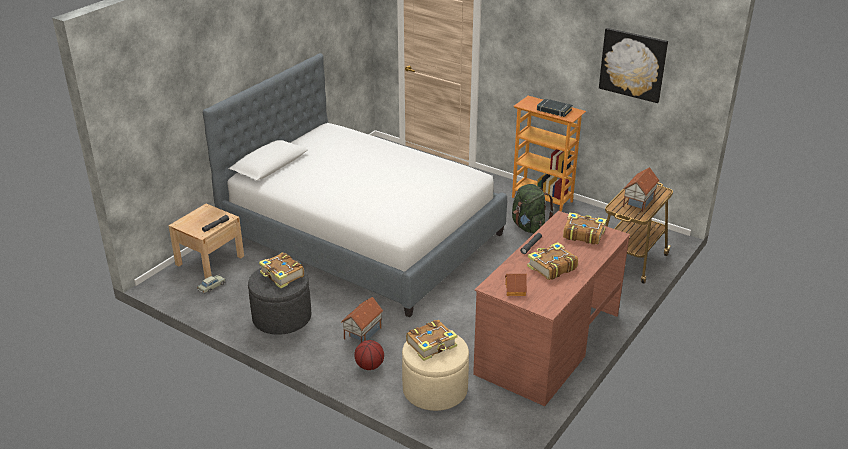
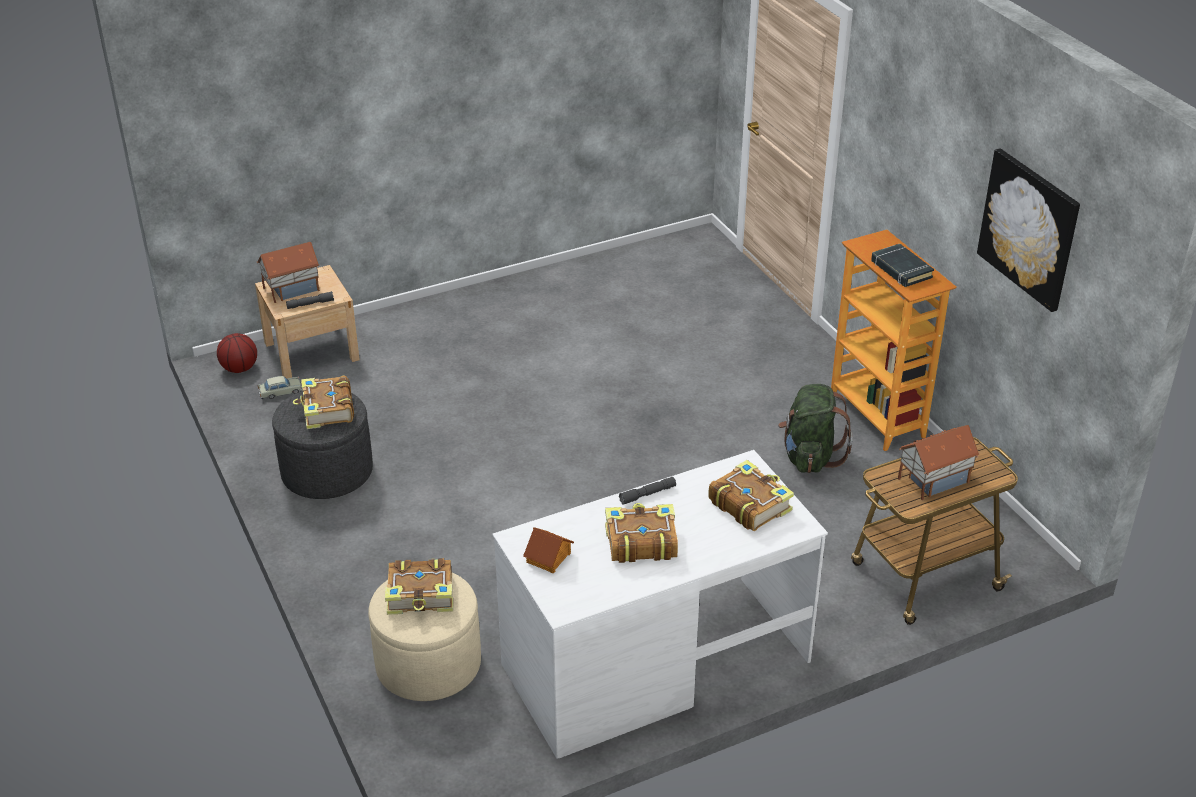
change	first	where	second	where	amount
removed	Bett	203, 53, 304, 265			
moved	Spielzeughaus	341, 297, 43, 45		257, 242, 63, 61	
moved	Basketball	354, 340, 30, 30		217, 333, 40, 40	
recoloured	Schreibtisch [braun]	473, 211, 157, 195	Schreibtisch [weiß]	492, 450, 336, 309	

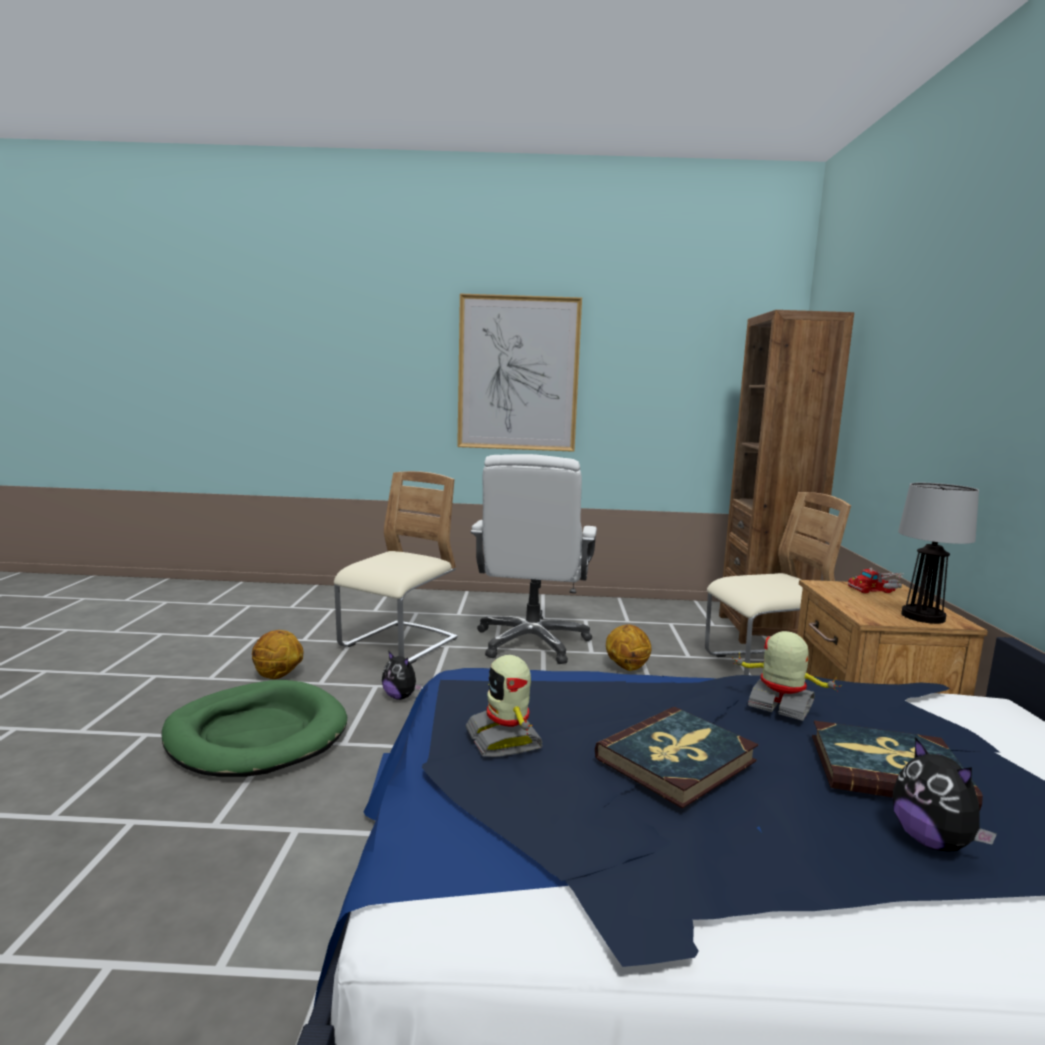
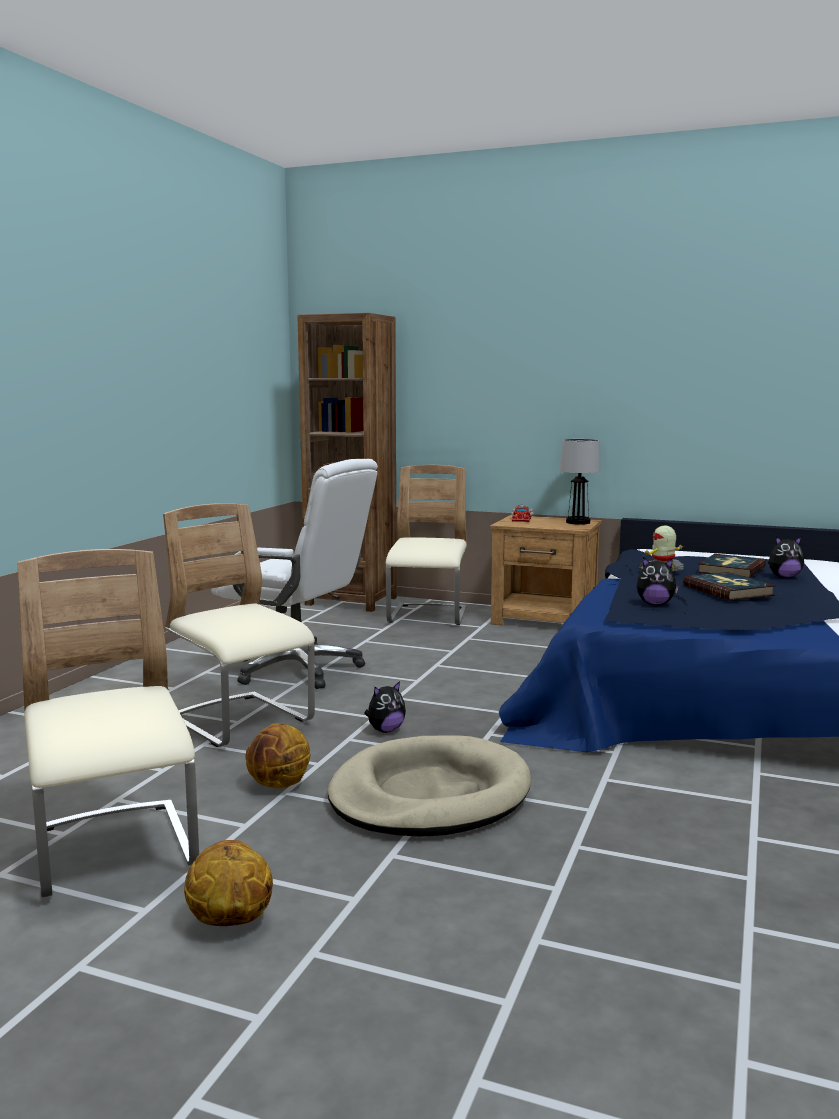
change	first	where	second	where	amount
removed	Bild	457, 294, 125, 158			
removed	Spielzeugroboter	466, 655, 77, 102			
added			Stuhl [beige]	17, 549, 182, 349	
added			Plüschtier	637, 557, 42, 48	
moved	Basketball	606, 624, 45, 47		184, 840, 89, 86	
recoloured	Hundebett [grün]	161, 680, 186, 97	Hundebett [beige]	328, 735, 203, 102	

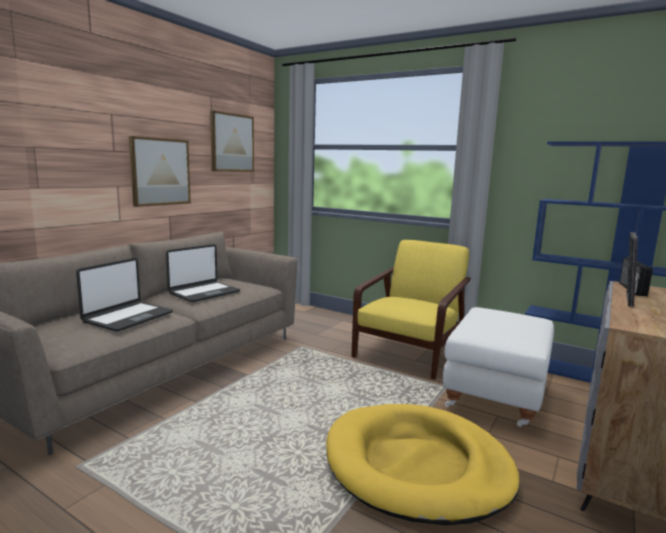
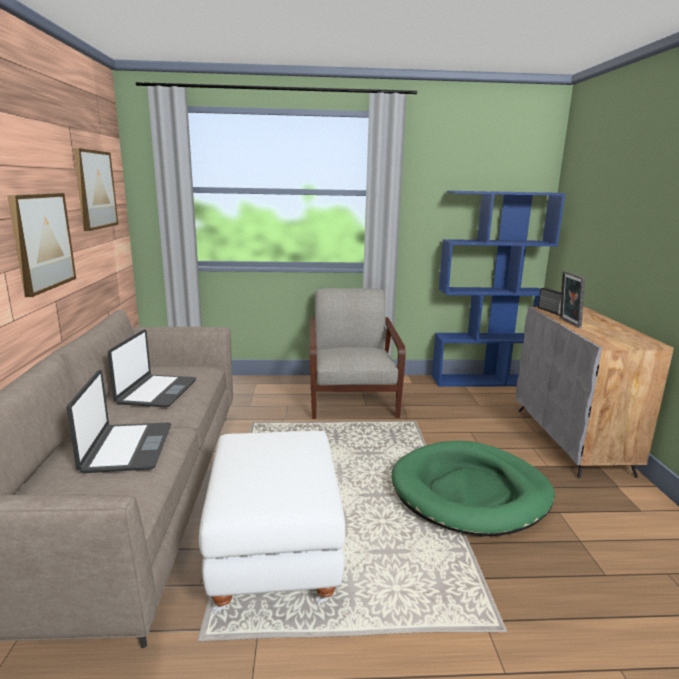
change	first	where	second	where	amount
moved	Polsterhocker [weiß]	443, 307, 111, 119		199, 431, 146, 183	
recoloured	Hundebett [gelb]	326, 404, 194, 121	Hundebett [grün]	392, 441, 163, 95	
recoloured	Sessel [gelb]	351, 240, 120, 139	Sessel [grau]	310, 288, 96, 131	

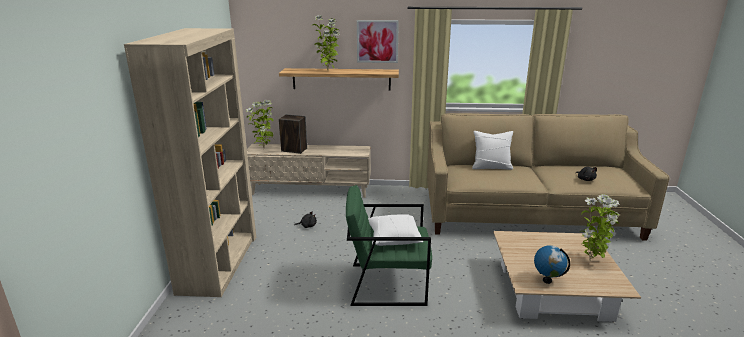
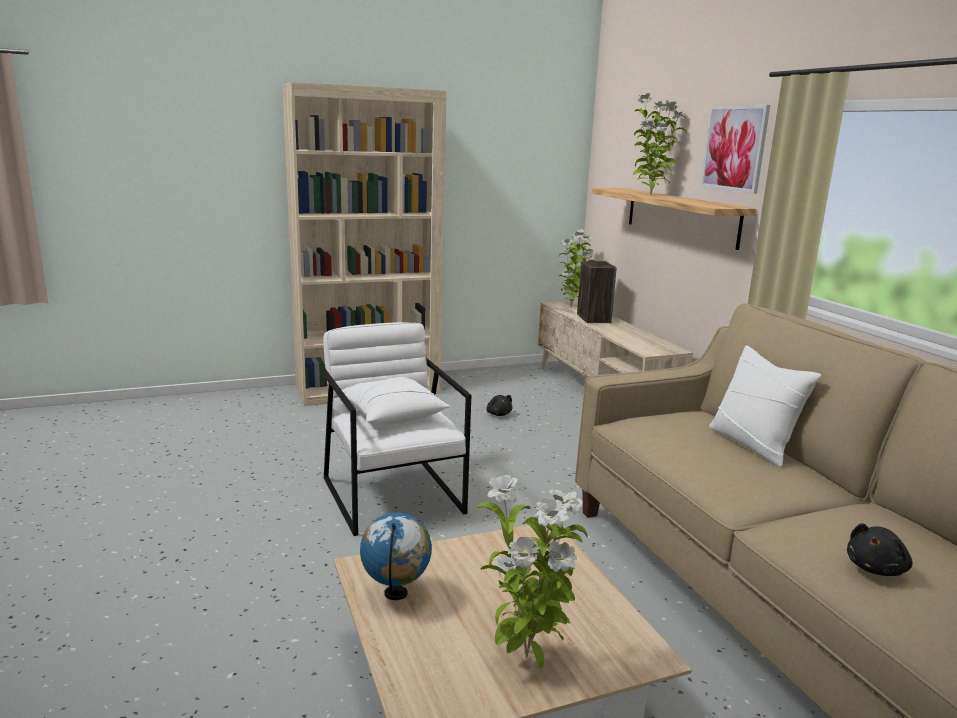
change	first	where	second	where	amount
recoloured	Sessel [grün]	346, 185, 86, 121	Sessel [weiß]	319, 322, 152, 214	

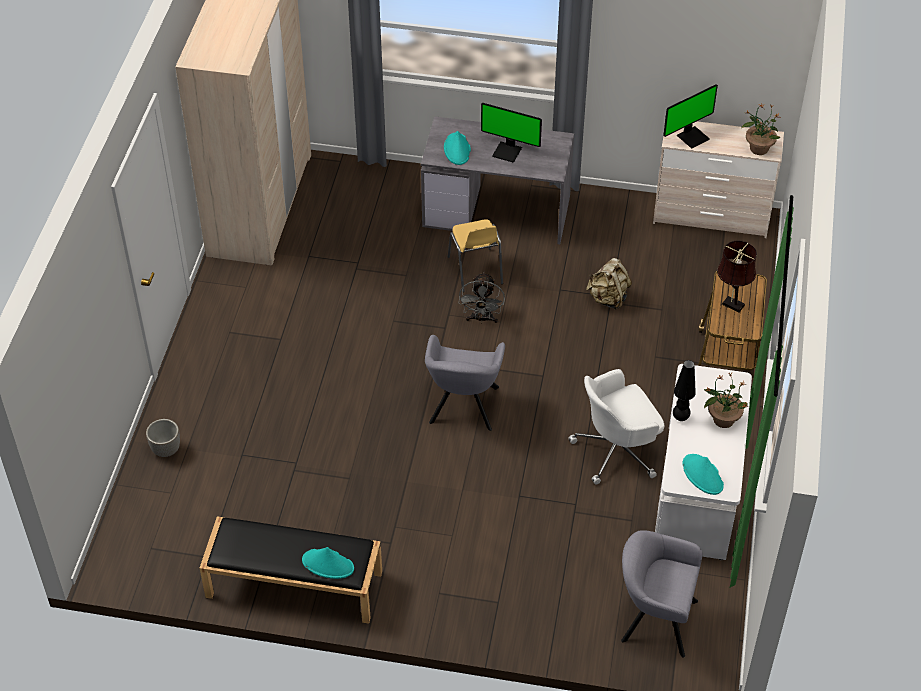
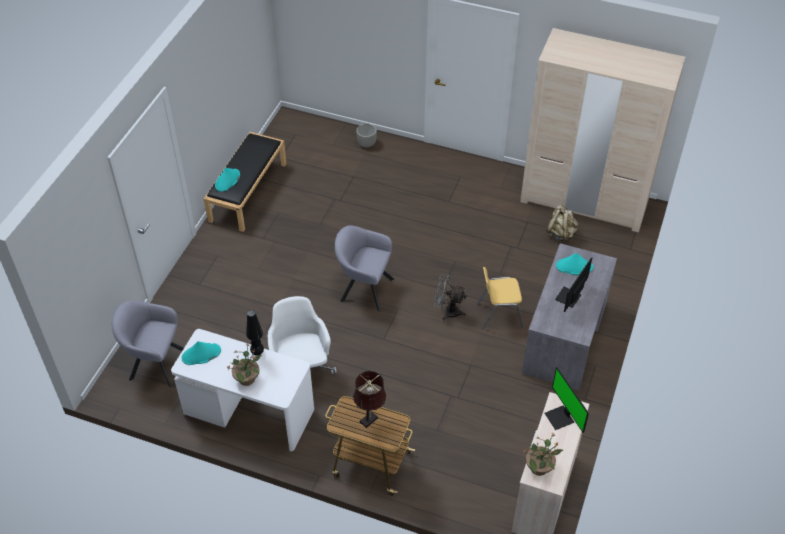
change	first	where	second	where	amount
moved	Rucksack [beige]	586, 258, 46, 52		546, 205, 33, 37	
turned	Sessel [grau]	621, 530, 82, 128		112, 300, 72, 88	105 degrees counterclockwise

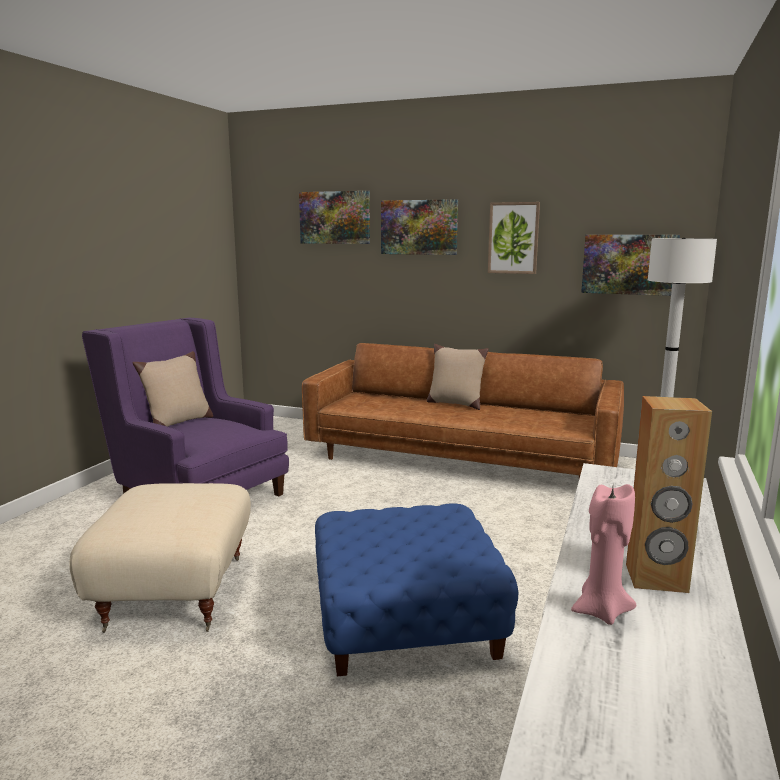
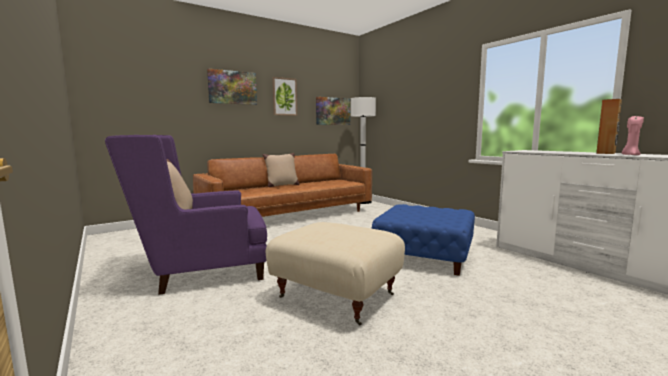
change	first	where	second	where	amount
removed	Bild	299, 191, 71, 53			

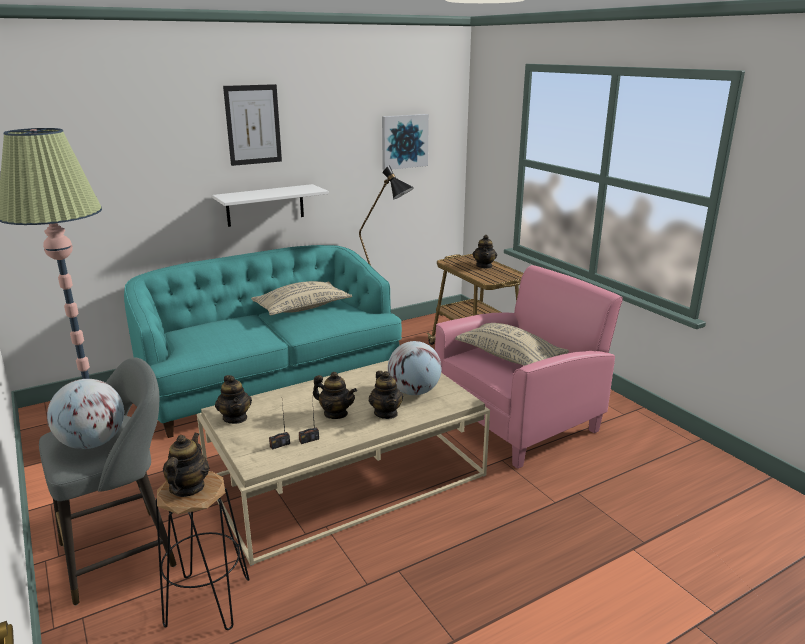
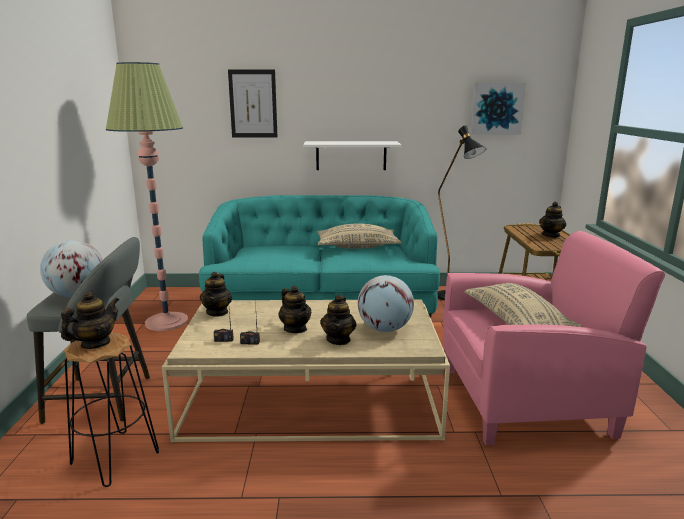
change	first	where	second	where	amount
moved	Bild	223, 84, 59, 82		228, 70, 49, 67	

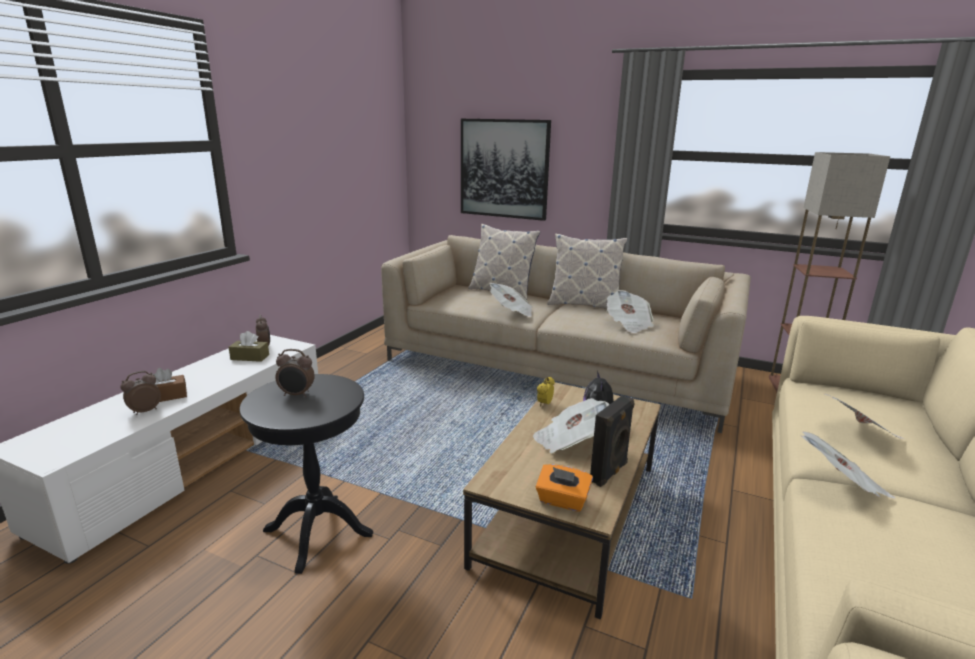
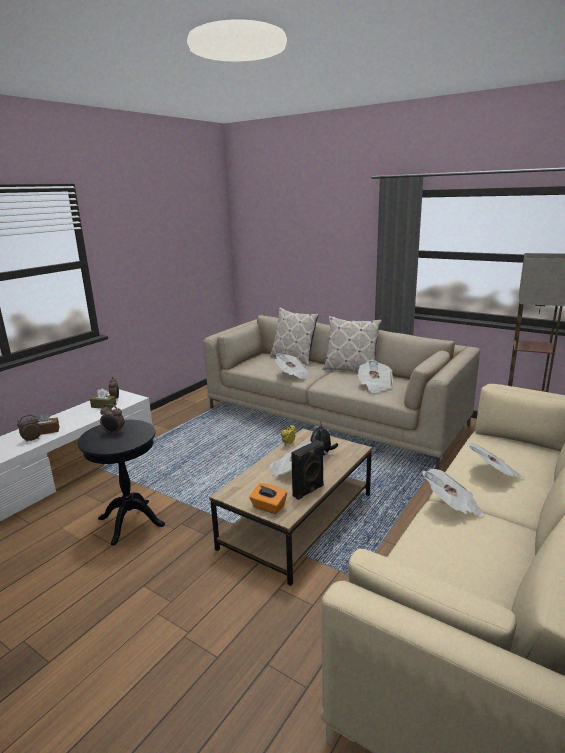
change	first	where	second	where	amount
removed	Bild	461, 119, 90, 102			

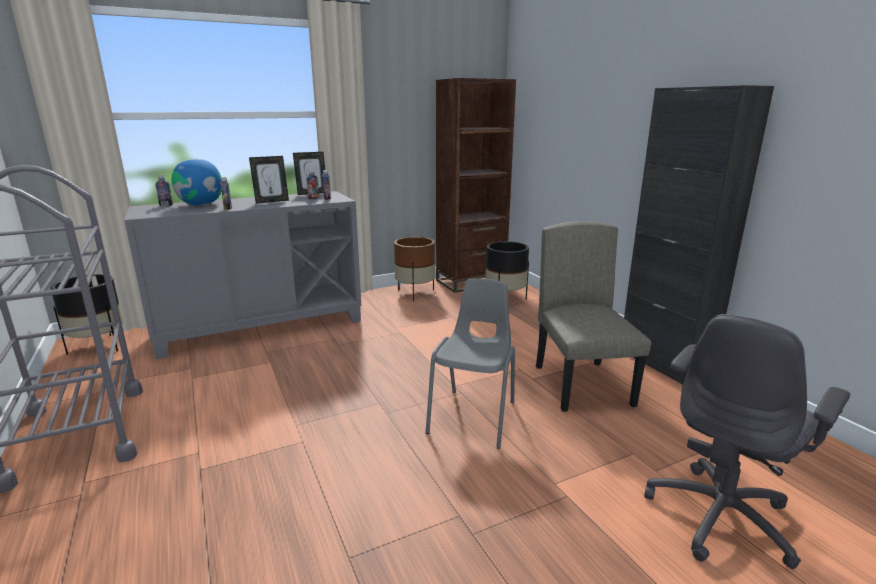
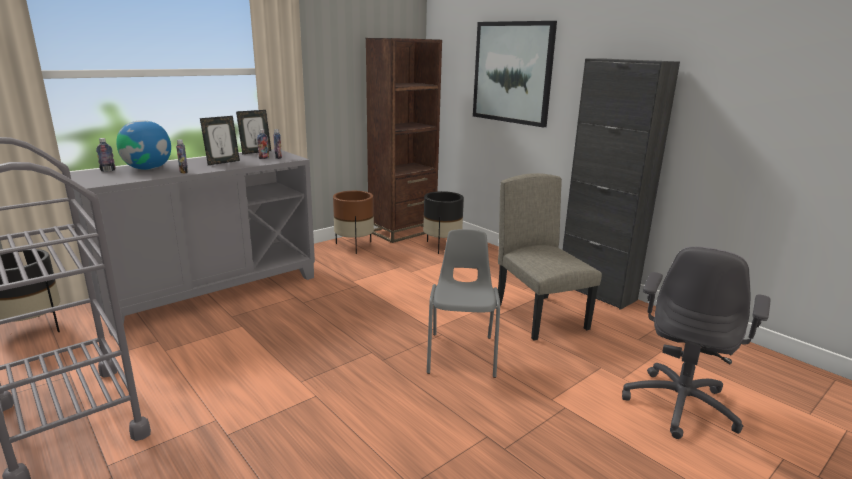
change	first	where	second	where	amount
added			Bild	473, 21, 84, 107	

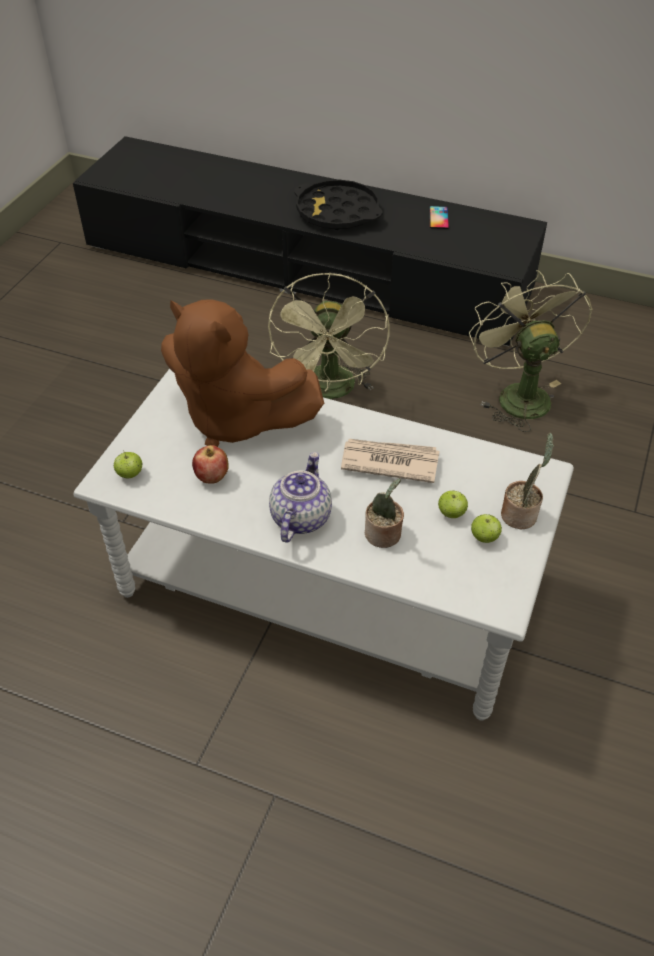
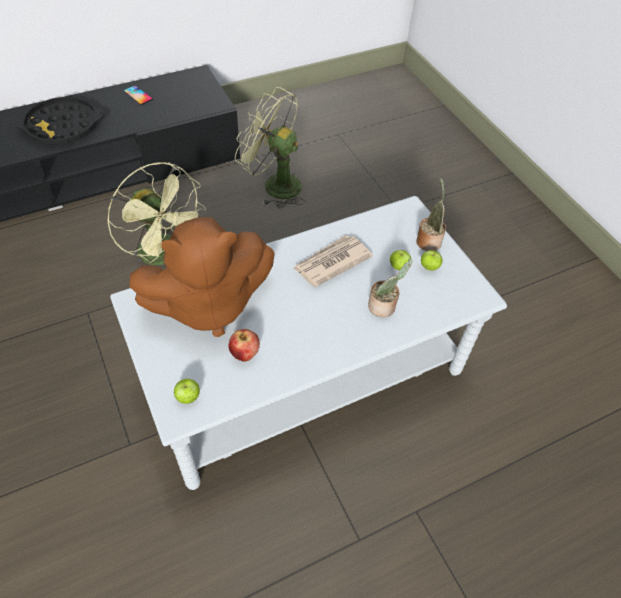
change	first	where	second	where	amount
removed	Teekanne	269, 452, 63, 90			

